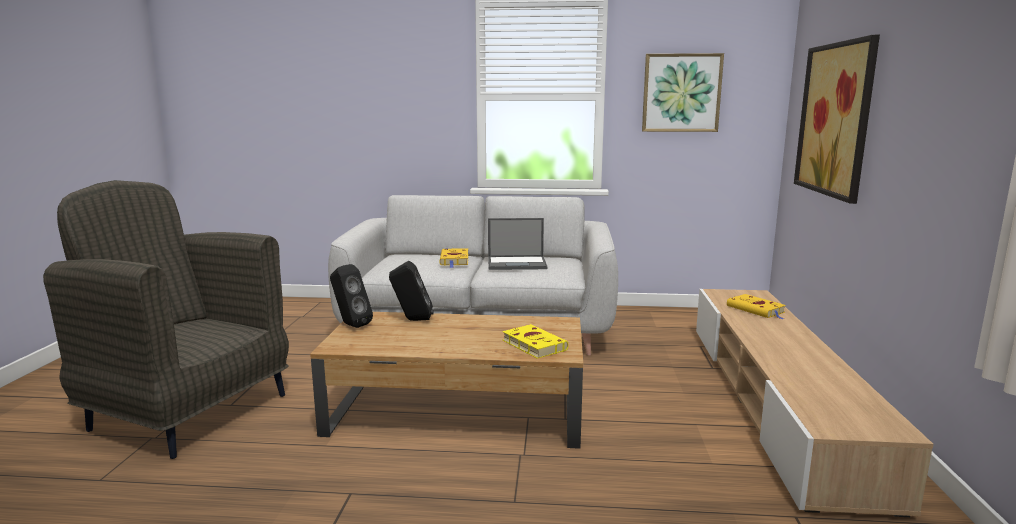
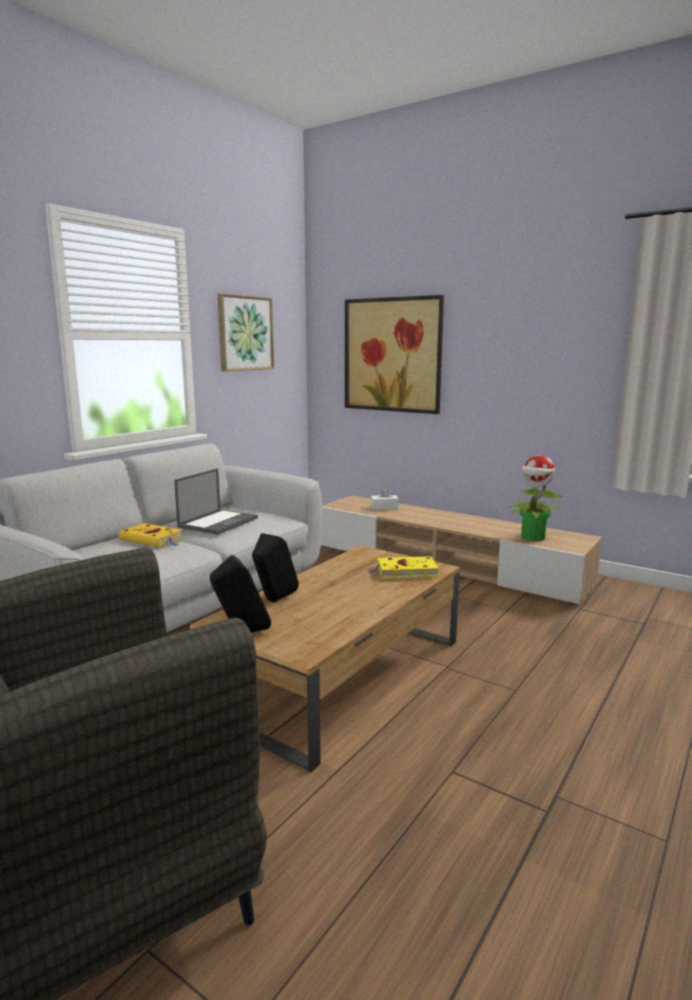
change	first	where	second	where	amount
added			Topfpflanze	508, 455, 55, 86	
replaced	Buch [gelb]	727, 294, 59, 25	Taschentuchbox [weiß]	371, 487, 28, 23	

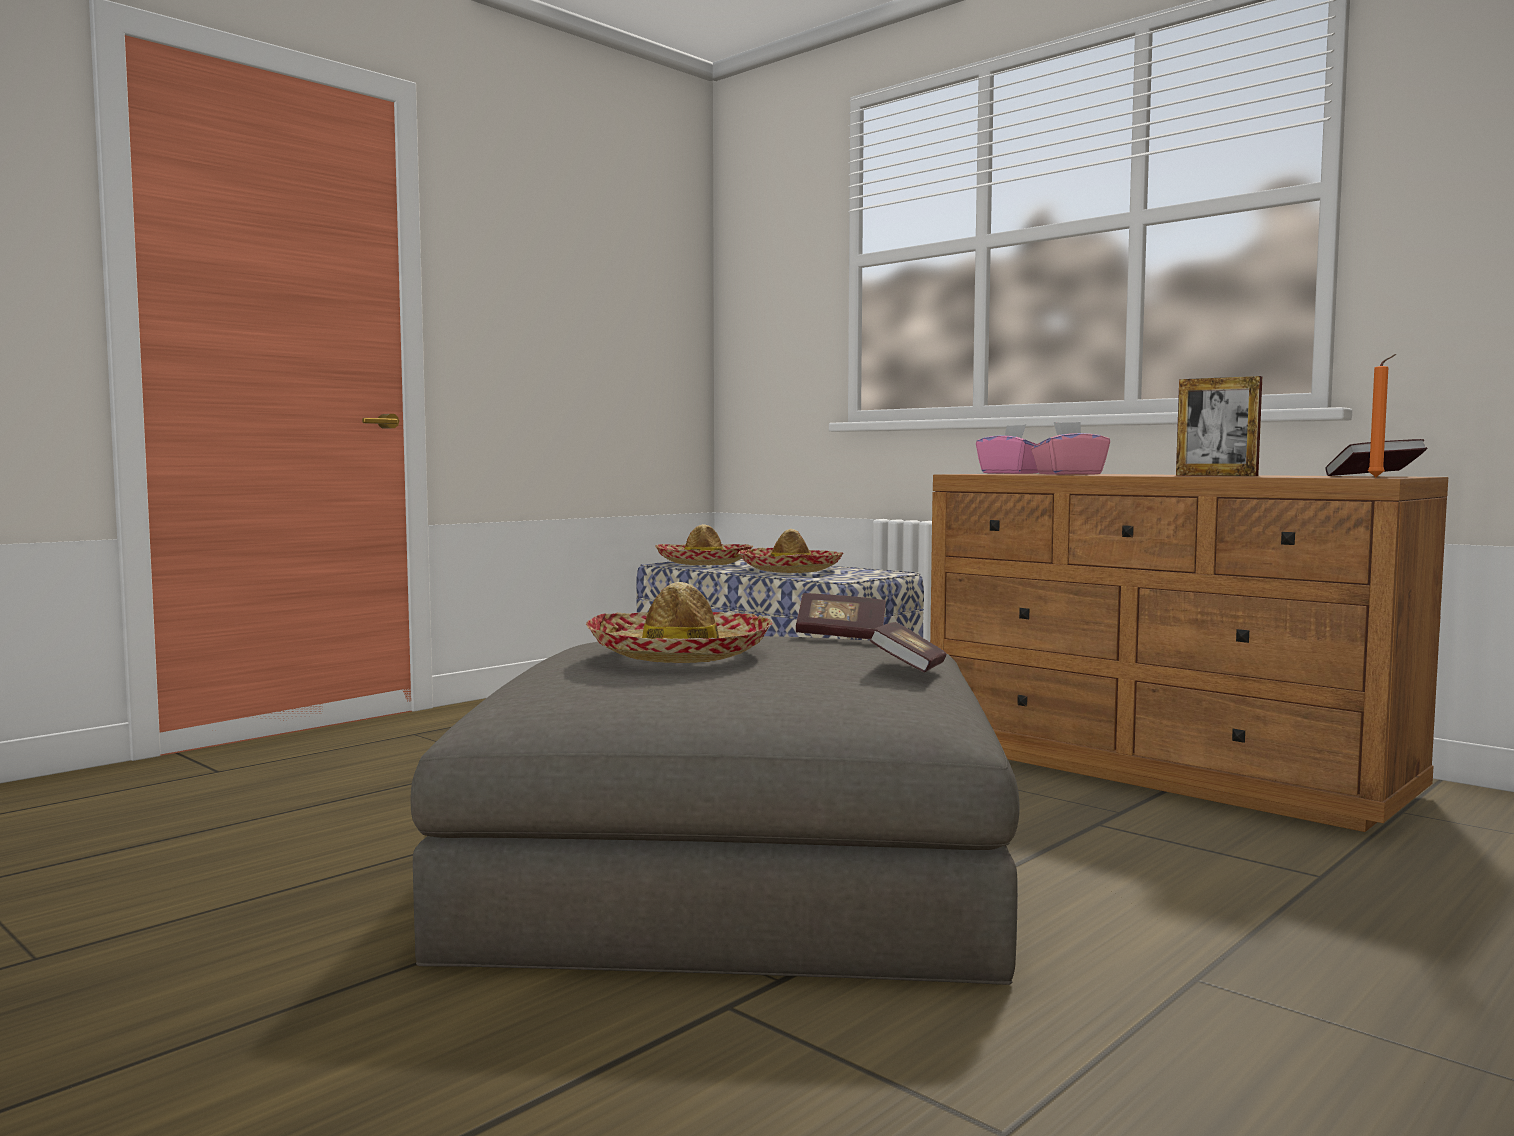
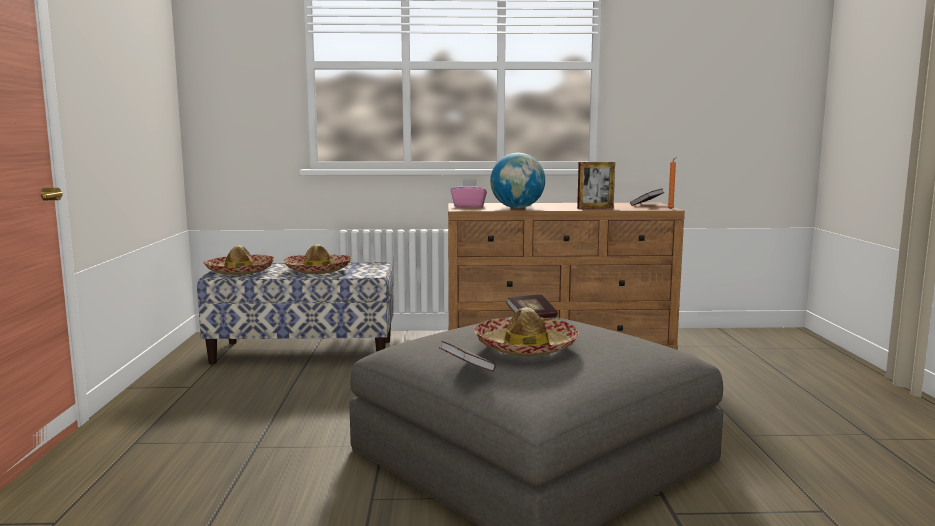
change	first	where	second	where	amount
moved	Buch	870, 622, 76, 50		439, 341, 57, 31	
replaced	Taschentuchbox [rosa]	1031, 422, 79, 53	Globus	490, 153, 55, 55	

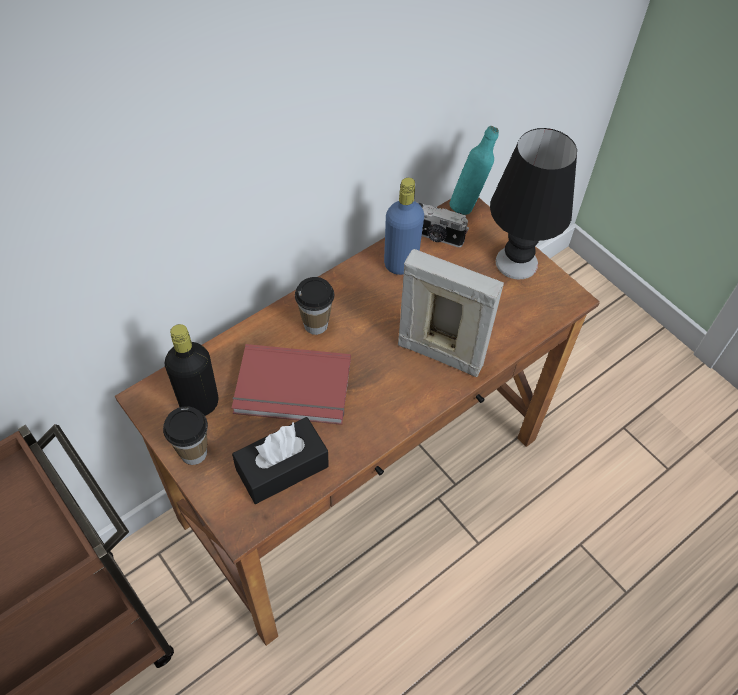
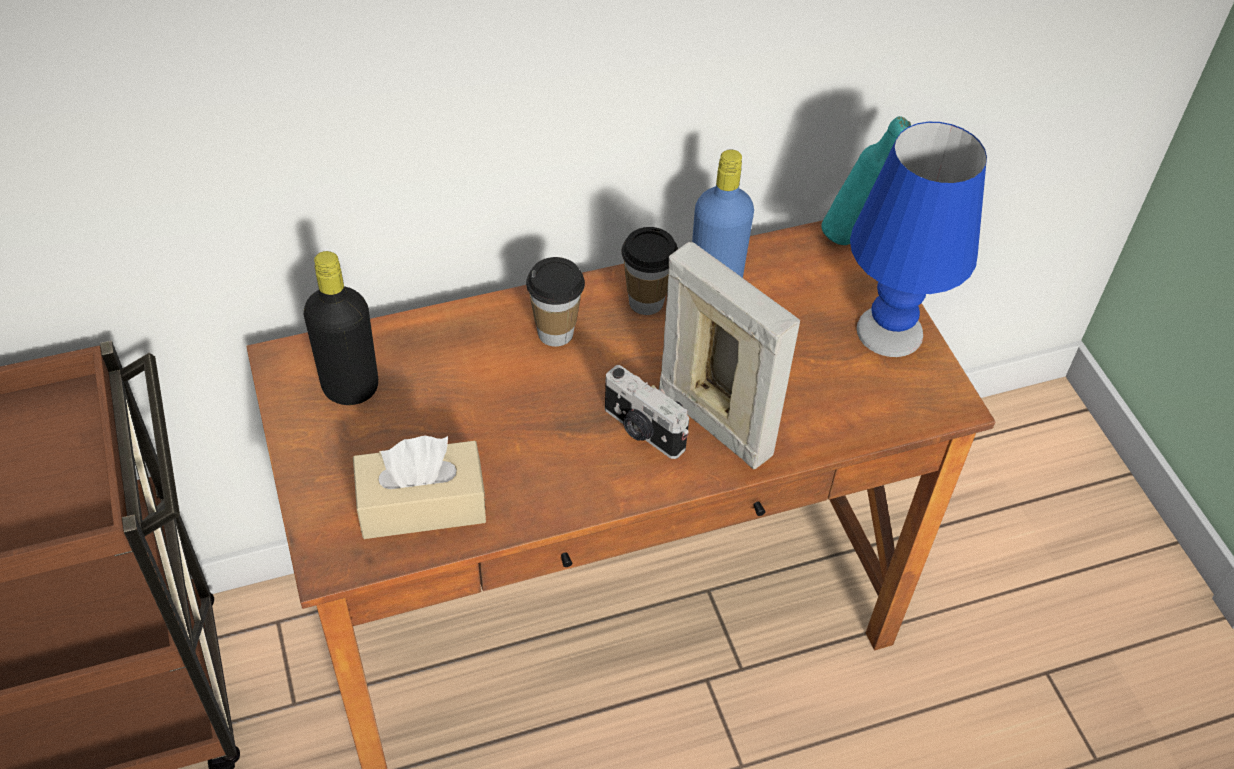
change	first	where	second	where	amount
removed	Buch [rot]	232, 344, 119, 81			
moved	Tasse	163, 406, 45, 59		621, 227, 57, 88	
moved	Kamera	417, 202, 52, 45		605, 365, 84, 94	
recoloured	Taschentuchbox [schwarz]	232, 417, 97, 87	Taschentuchbox [beige]	353, 436, 133, 103	
recoloured	Tischlampe [schwarz]	490, 128, 87, 151	Tischlampe [blau]	850, 122, 137, 235	

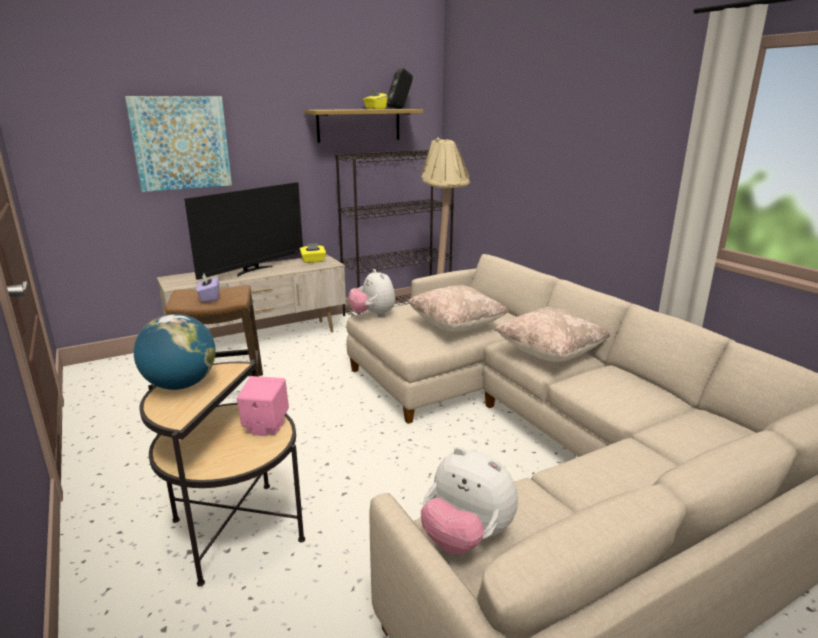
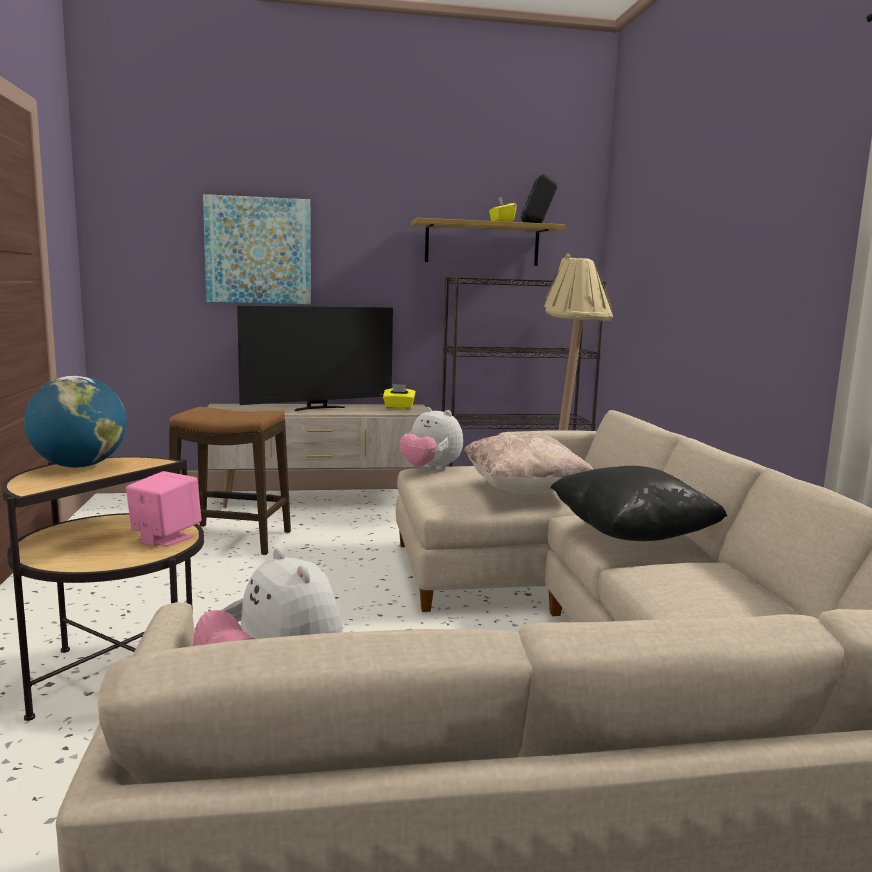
change	first	where	second	where	amount
removed	Taschentuchbox [lila]	196, 274, 23, 28			
recoloured	Kissen [beige]	495, 307, 115, 55	Kissen [schwarz]	550, 466, 177, 75	
turned	Plüschtier	349, 269, 46, 48		400, 407, 63, 63	45 degrees counterclockwise

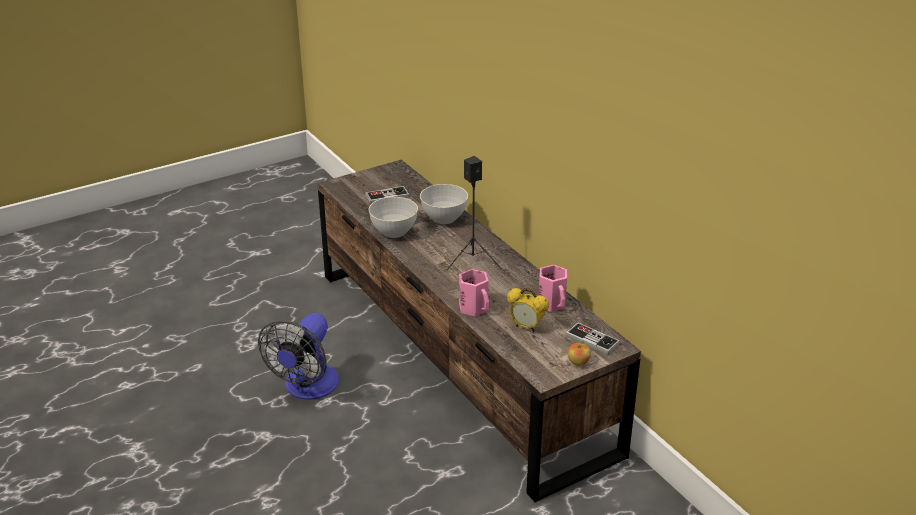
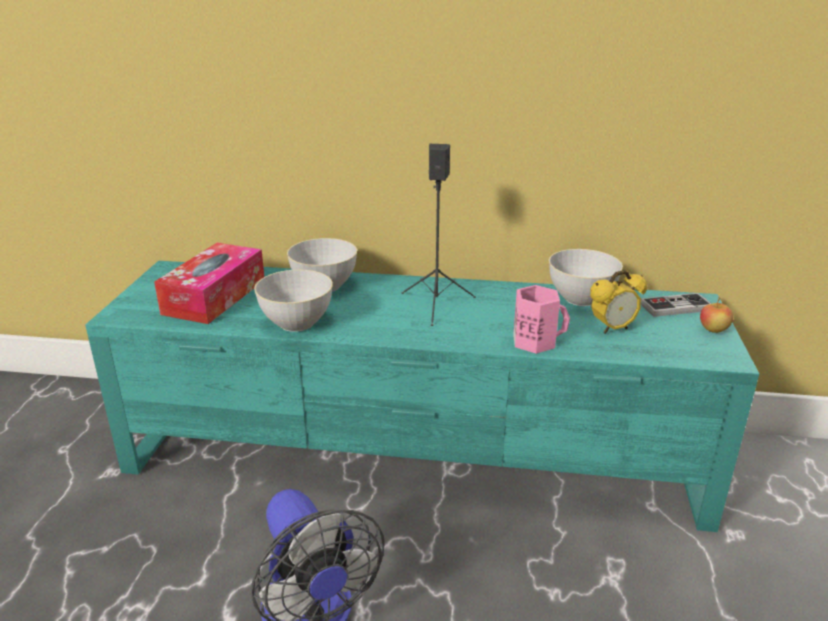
change	first	where	second	where	amount
replaced	Gamepad	365, 186, 45, 18	Taschentuchbox	154, 243, 110, 81	
replaced	Henkelbecher [rosa]	538, 265, 29, 47	Schüssel [grau]	549, 249, 74, 57	
recoloured	Fernsehschrank [braun]	317, 160, 324, 342	Fernsehschrank [türkis]	85, 261, 674, 271	

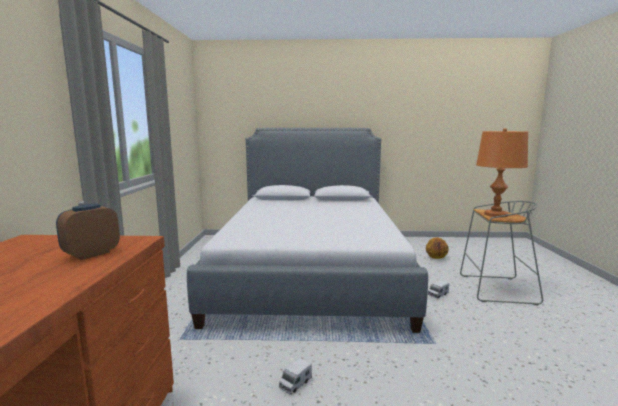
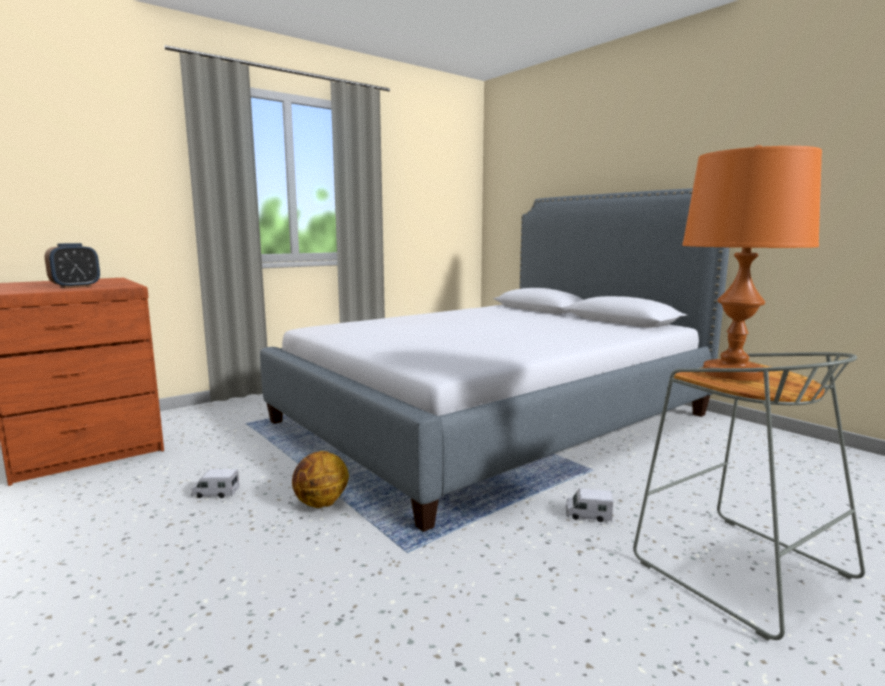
change	first	where	second	where	amount
moved	Basketball	426, 237, 23, 22		292, 451, 57, 57	
turned	Wecker	56, 203, 64, 57		45, 243, 55, 45	135 degrees clockwise

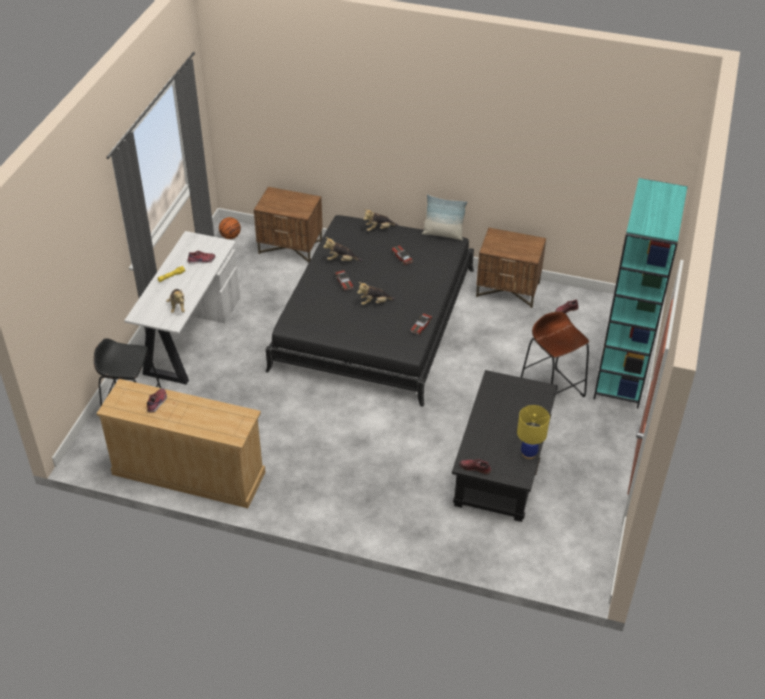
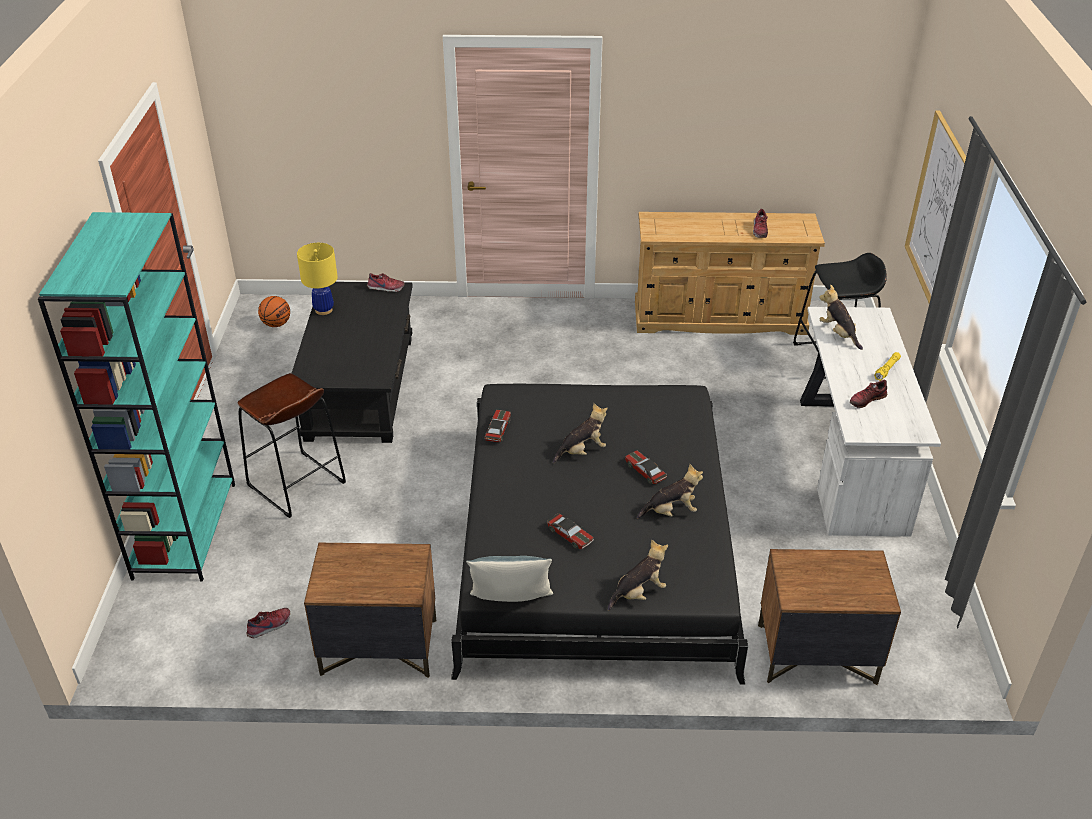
change	first	where	second	where	amount
added			Bild	905, 111, 61, 192	
moved	Basketball	219, 217, 22, 22		258, 296, 32, 31	

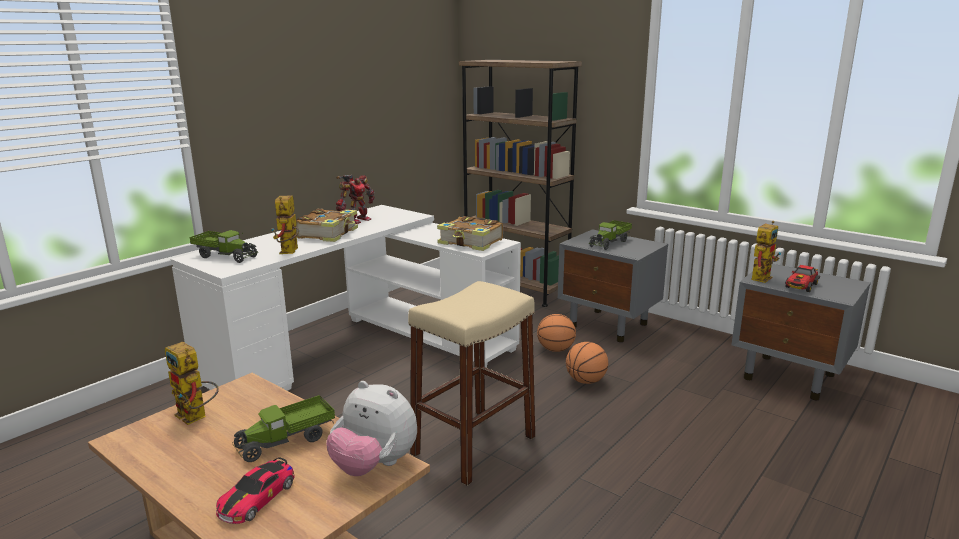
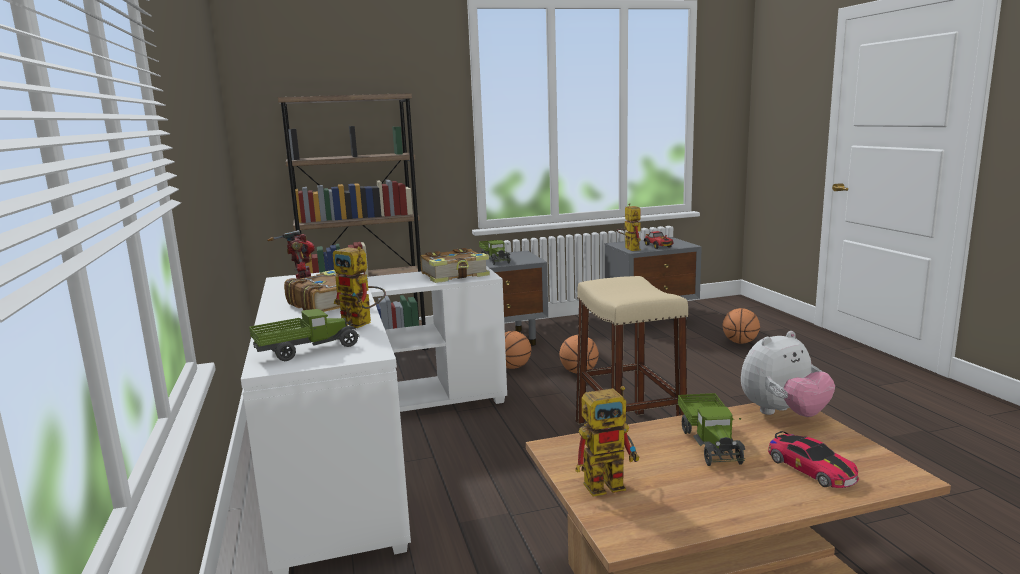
change	first	where	second	where	amount
added			Basketball	722, 308, 38, 36	

